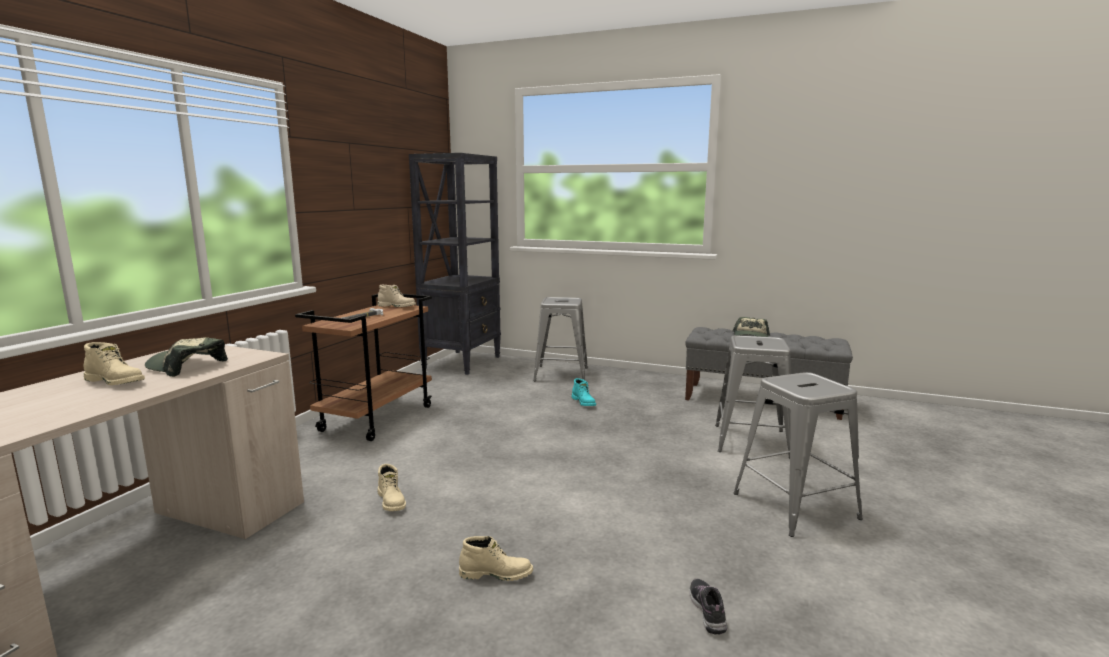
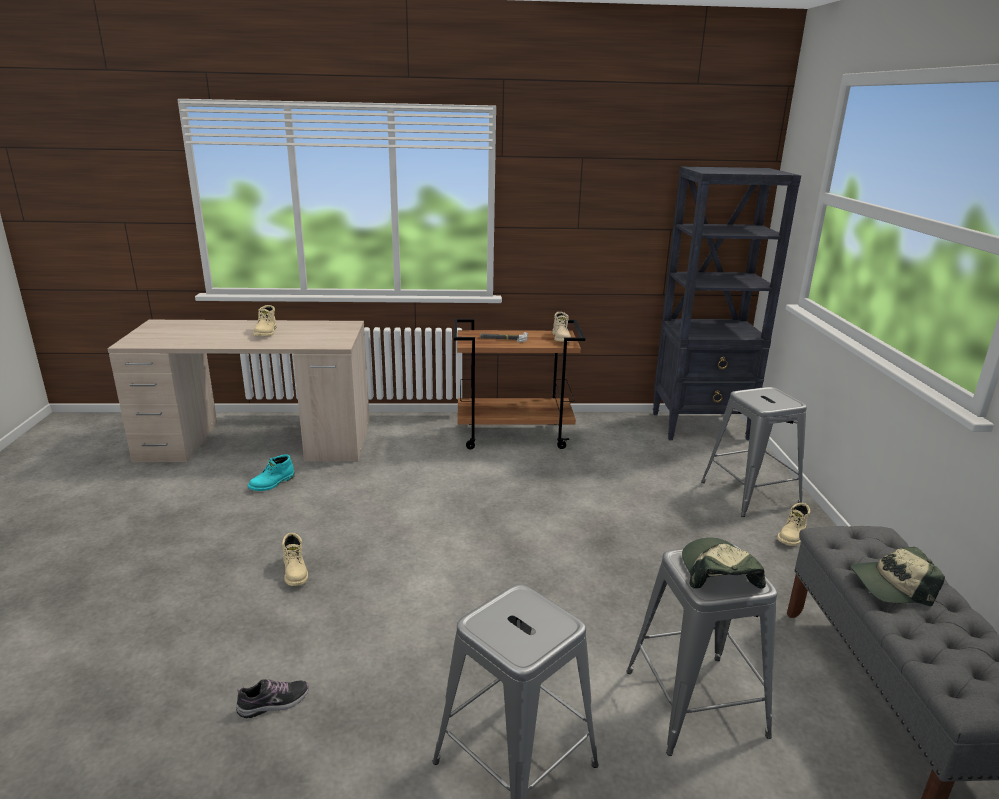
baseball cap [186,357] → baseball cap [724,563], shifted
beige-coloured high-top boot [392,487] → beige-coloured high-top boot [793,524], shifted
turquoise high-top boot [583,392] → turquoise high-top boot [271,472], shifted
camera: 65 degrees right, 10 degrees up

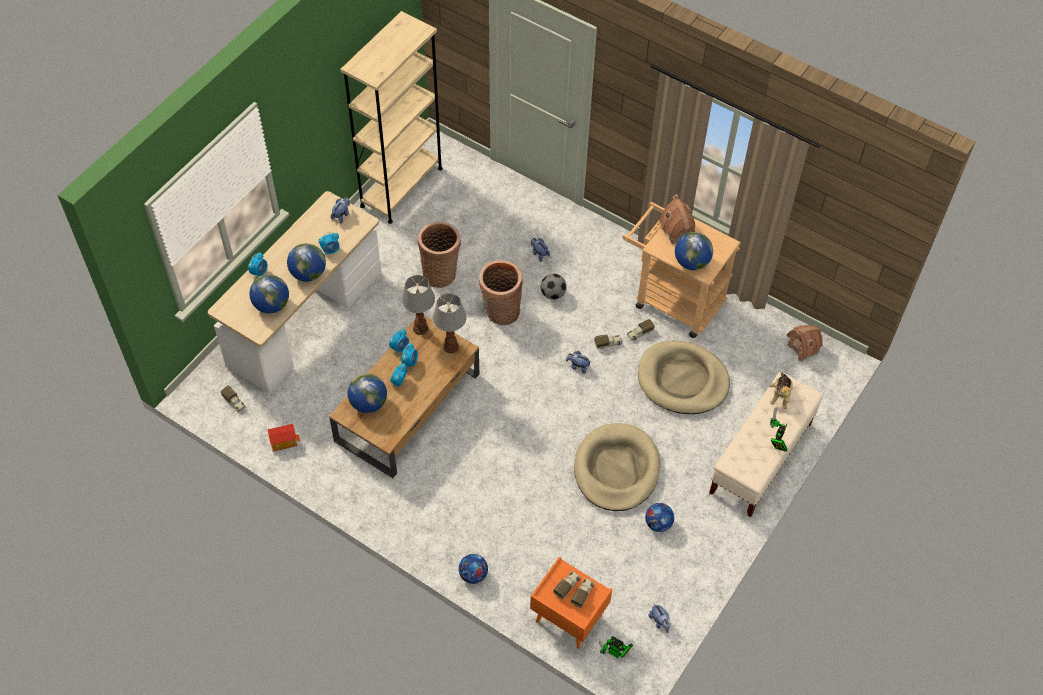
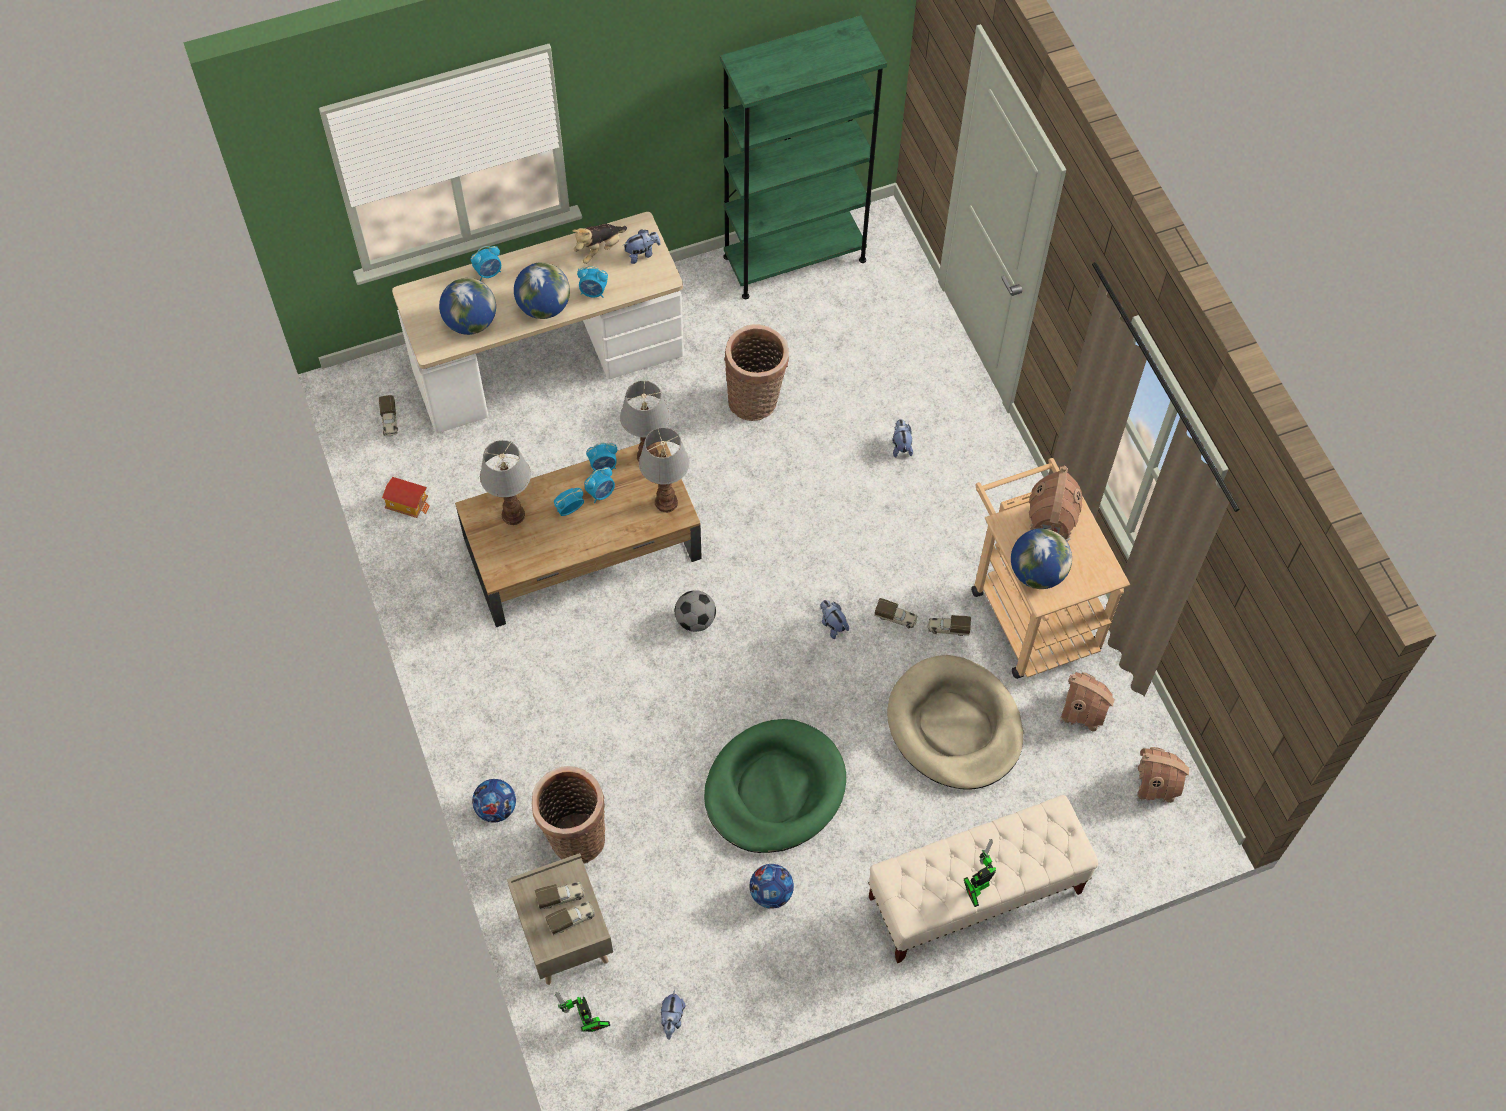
- → model house [1087,701]
basket [501,292] → basket [568,814], shifted
ball for football [554,287] → ball for football [695,611], shifted
cuddly toy [781,390] → cuddly toy [600,244], shifted
globe [367,393] → lamp for a table [505,482]
beige-coloured shelving unit [391,117] → greenish shelving unit [803,157]
orange-coloured night table [571,602] → beige-coloured night table [560,919]
beige-coloured pet bed [617,467] → greenish pet bed [775,786]
camera: 35 degrees right, 5 degrees up

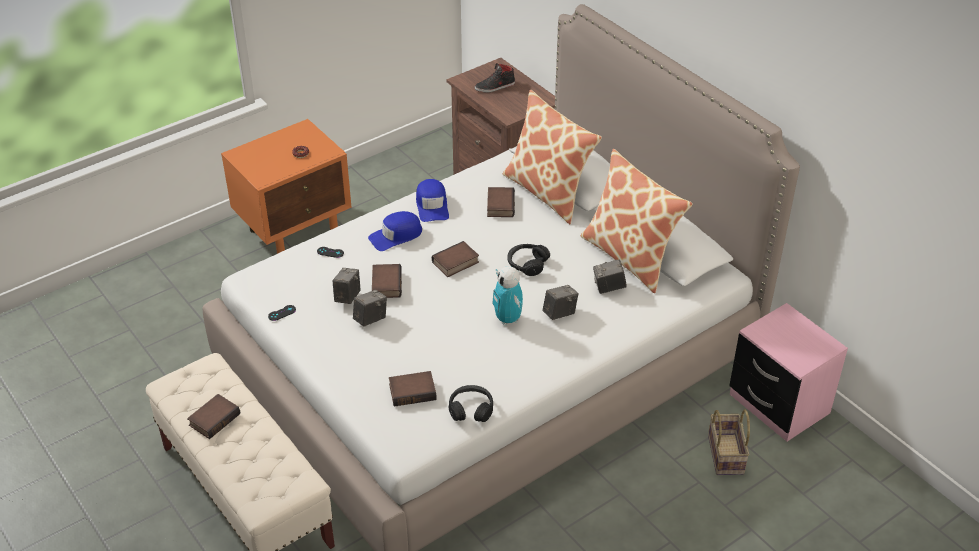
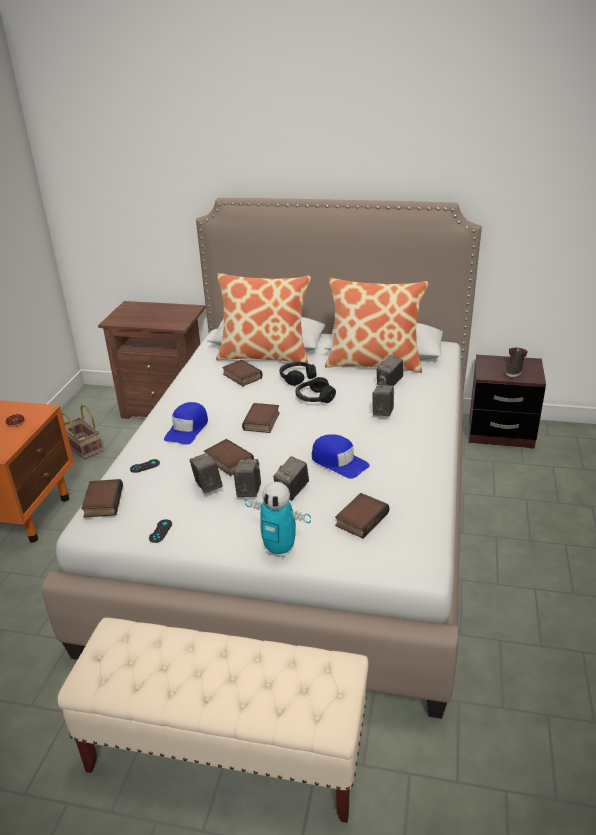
- → still camera [291,478]
bound book [213,416] → bound book [102,498], shifted
bluish baseball cap [432,200] → bluish baseball cap [341,456], shifted
black-coloured headphones [471,403] → black-coloured headphones [298,374], shifted
black-coloured shoe [495,78] → black-coloured shoe [517,362], shifted
toy robot [507,296] → toy robot [278,519], shifted
basket [729,442] → basket [82,432], shifted
pink-coloured night table [788,372] → brown night table [507,401]
camera: 40 degrees left, 10 degrees down

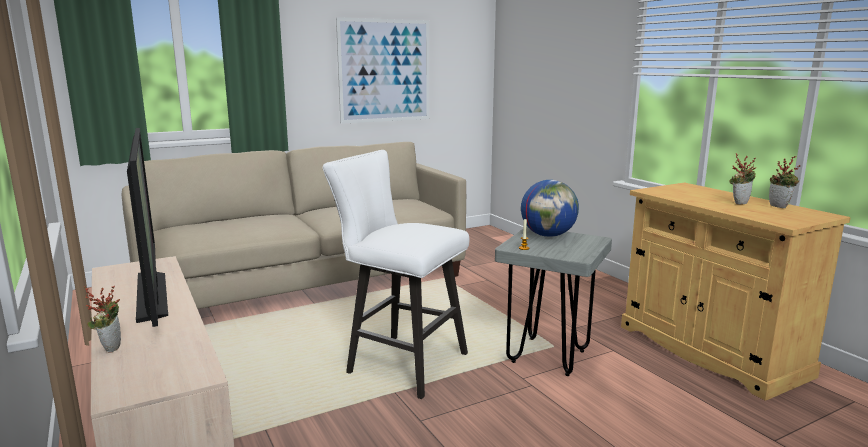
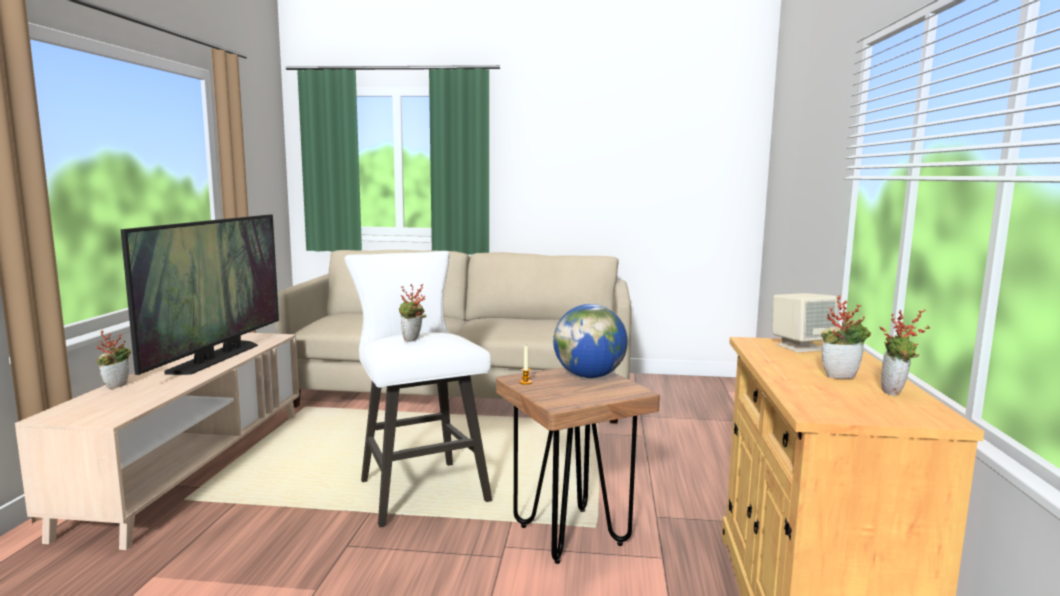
wall picture [382,70] → -
- → houseplant [413,313]
- → beige-coloured speaker [804,323]
greyish stool [553,301] → brown stool [578,465]
camera: 35 degrees right, 5 degrees down

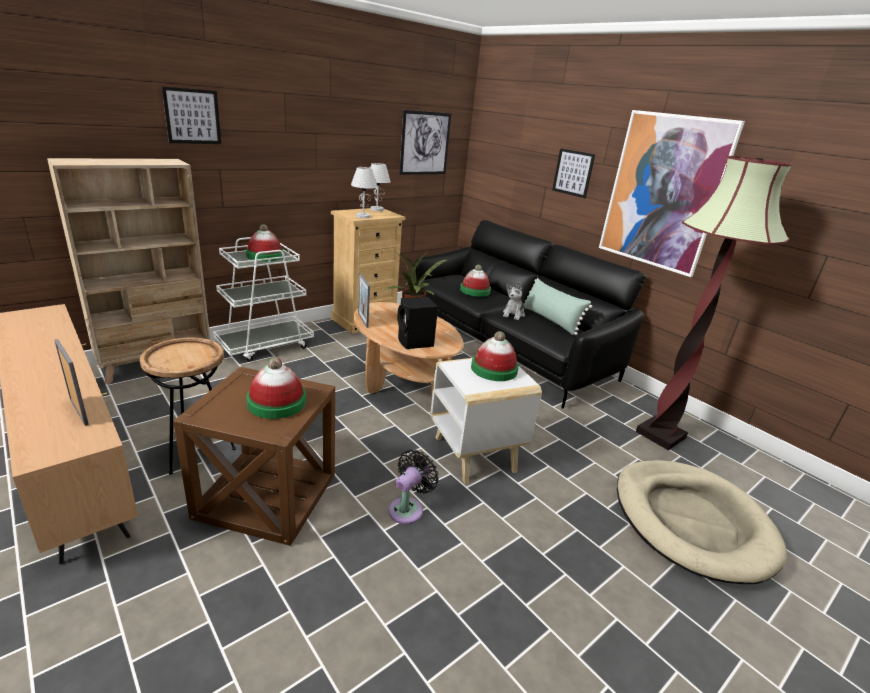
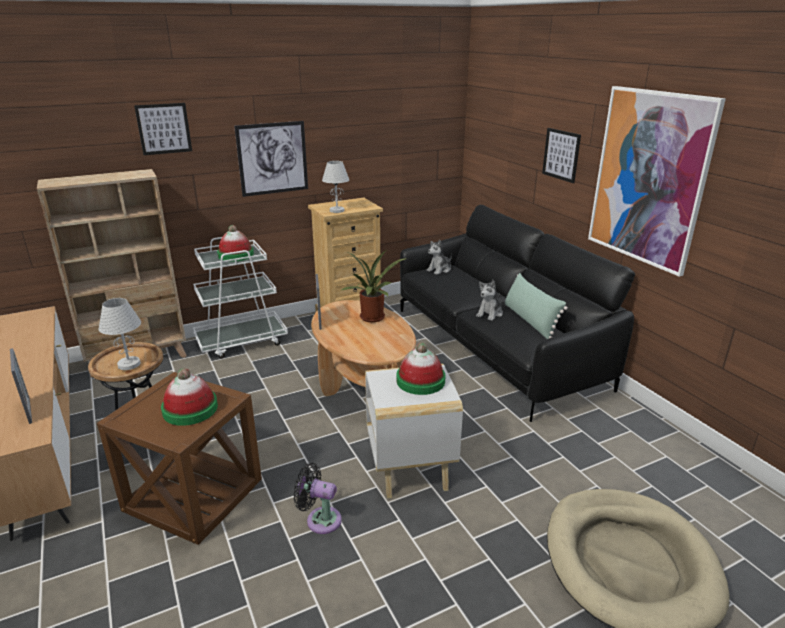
black-coloured speaker [417,323] → -
wearable hat [475,281] → -
standing lamp [714,303] → -
- → cuddly toy [439,257]
whitish lamp for a table [380,187] → whitish lamp for a table [120,334], shifted
wall picture [425,142] → wall picture [271,159], shifted
black-coloured cooling fan [414,487] → black-coloured cooling fan [318,498], 120 degrees counterclockwise
camera: 15 degrees right, 0 degrees up

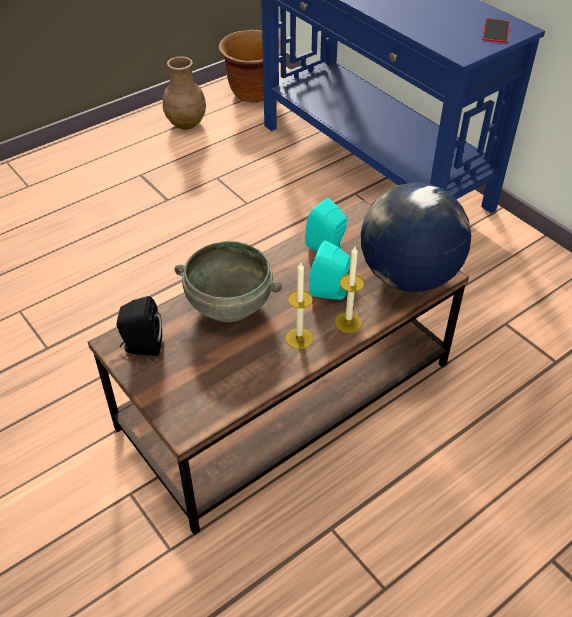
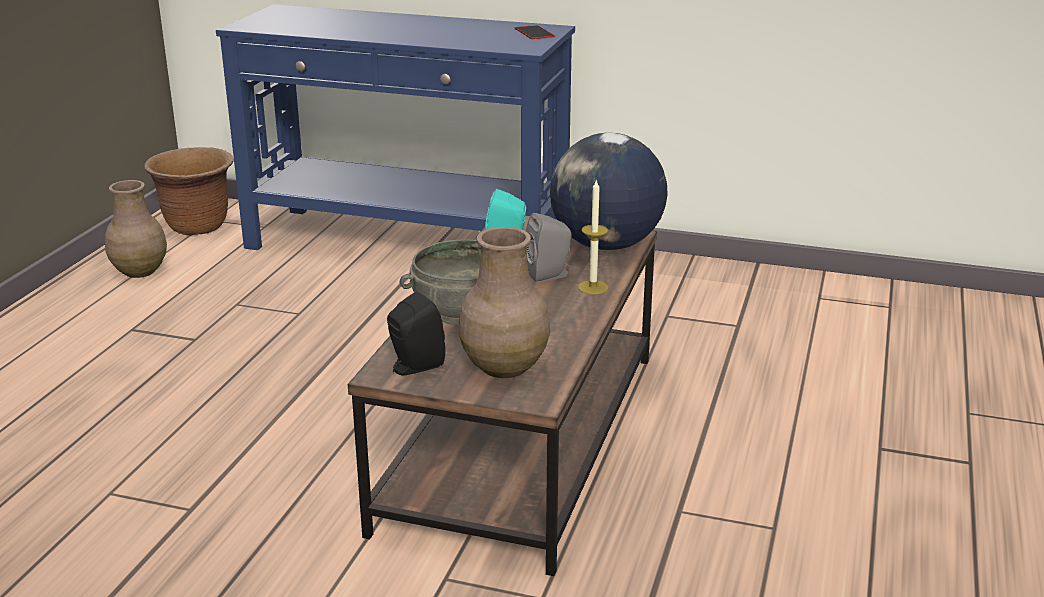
wax light [299,306] → -
- → brown decorative vase [504,302]
turquoise speaker [330,270] → greyish speaker [549,248]
camera: 35 degrees left, 20 degrees down

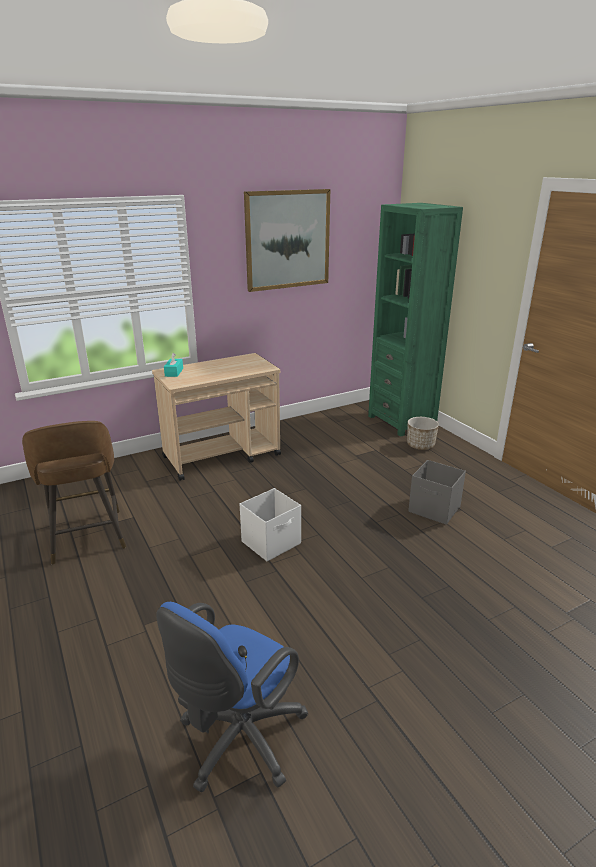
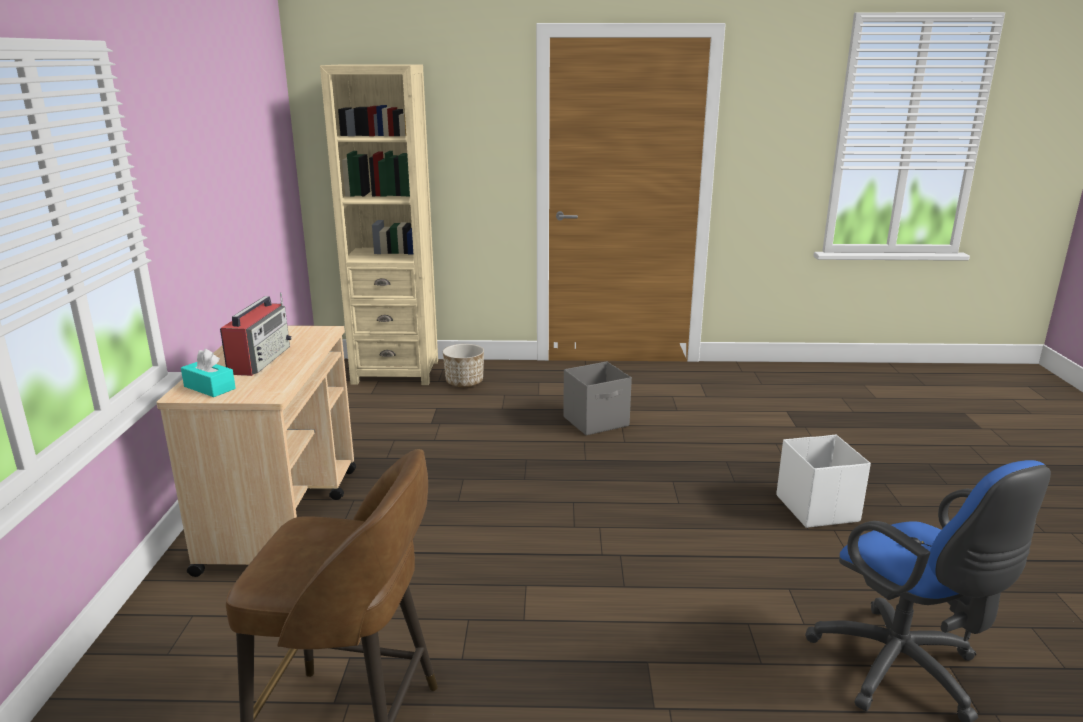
wall picture [287,240] → -
- → radio receiver [256,334]
whitish storage container [270,524] → whitish storage container [823,481], shifted
greenish shelving unit [415,320] → beige-coloured shelving unit [379,225]
camera: 60 degrees left, 5 degrees down

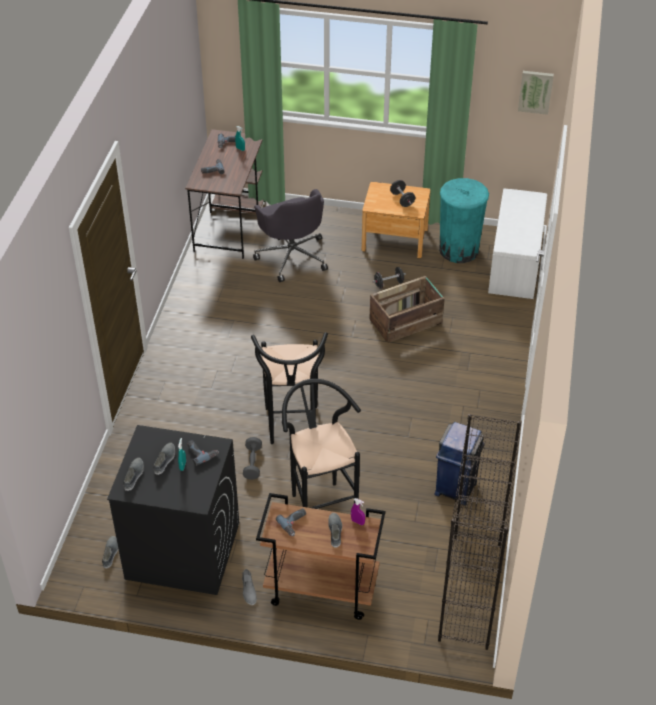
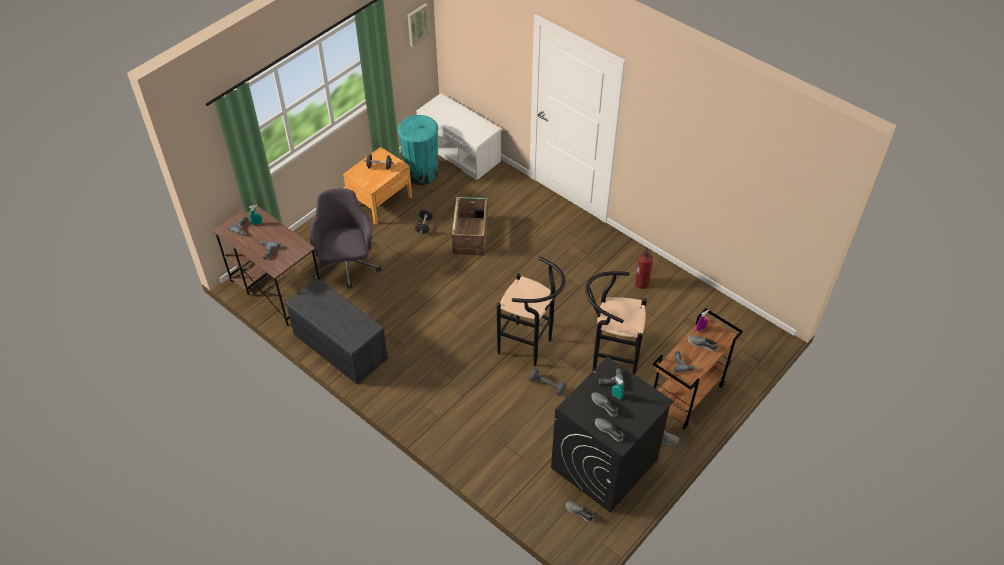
black-coloured shelving unit [479,532] → -
- → greyish long seat [337,331]
bluish rubbish bin [459,464] → fire-fighting cylinder [644,268]
greyish desk chair [290,235] → greyish desk chair [345,238], 105 degrees counterclockwise
camera: 60 degrees left, 5 degrees up

